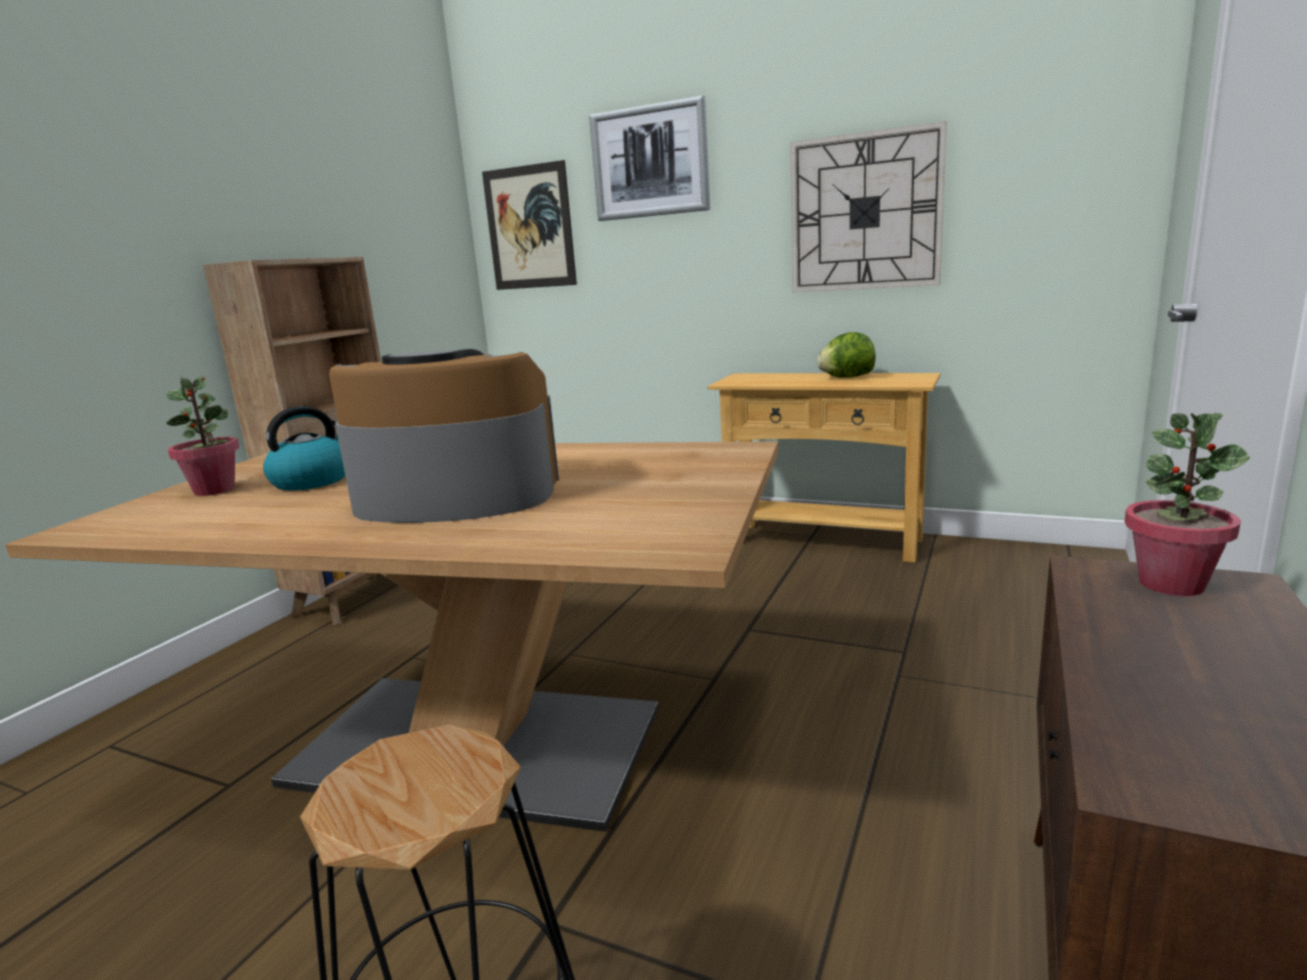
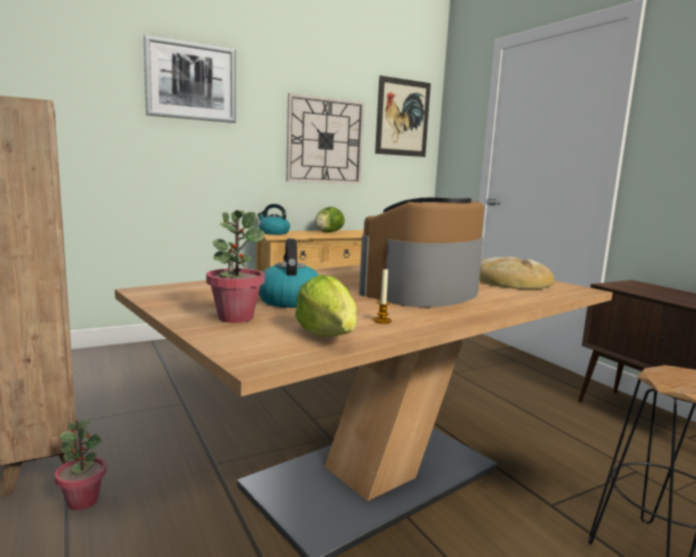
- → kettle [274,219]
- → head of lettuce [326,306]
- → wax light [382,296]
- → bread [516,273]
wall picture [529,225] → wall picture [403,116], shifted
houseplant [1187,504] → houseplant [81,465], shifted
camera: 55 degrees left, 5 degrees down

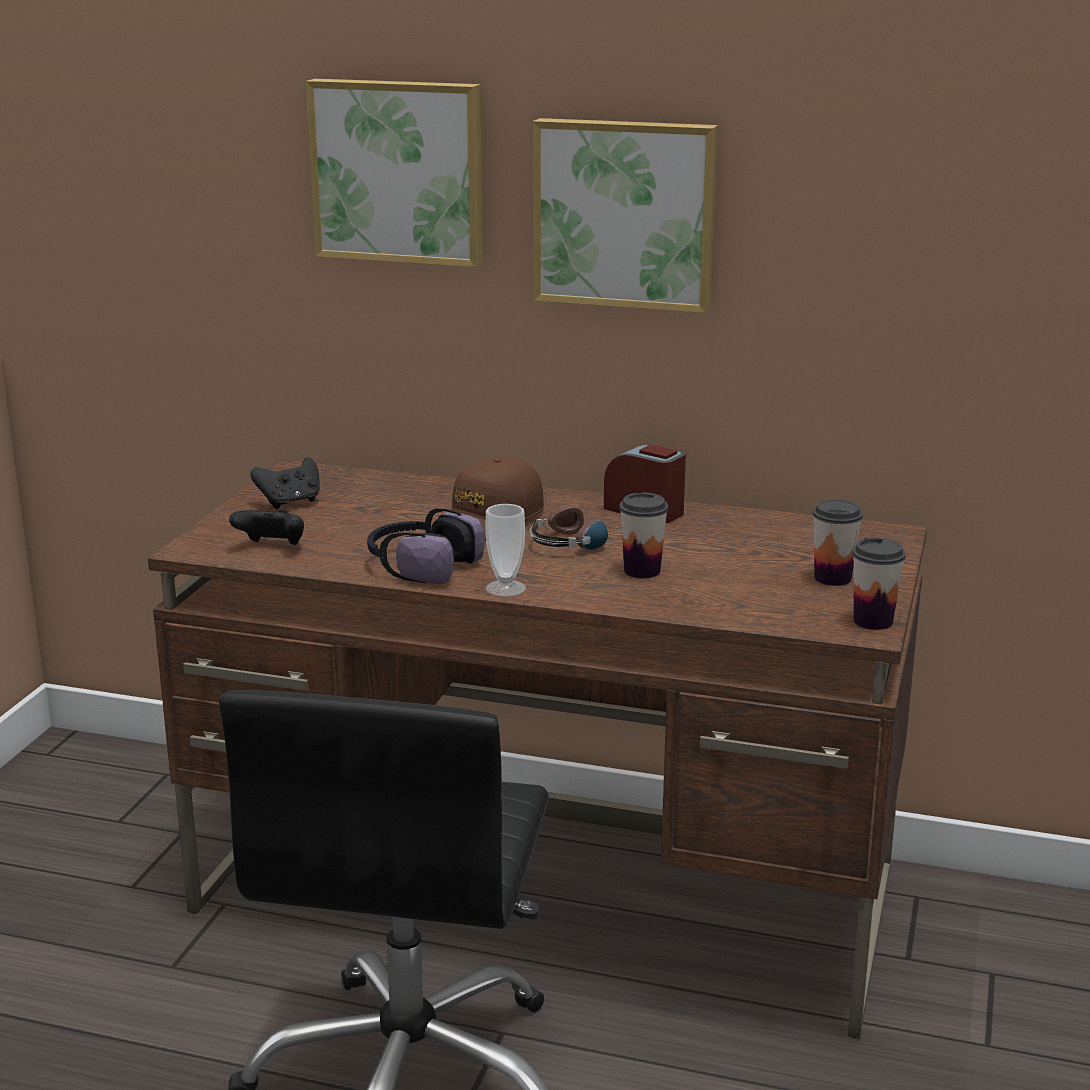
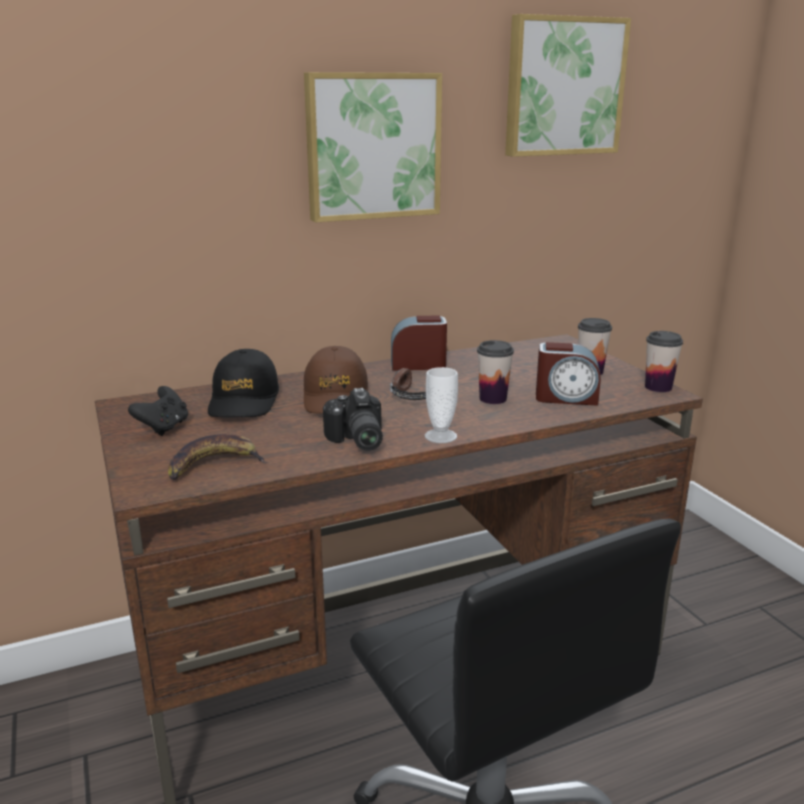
- → black-coloured baseball cap [243,383]
- → table clock [568,374]
wall picture [394,173] → wall picture [568,85], shifted
black-coloured joypad [266,527] → whole banana [218,457]
headphones [426,546] → still camera [353,419]
camera: 40 degrees left, 0 degrees up

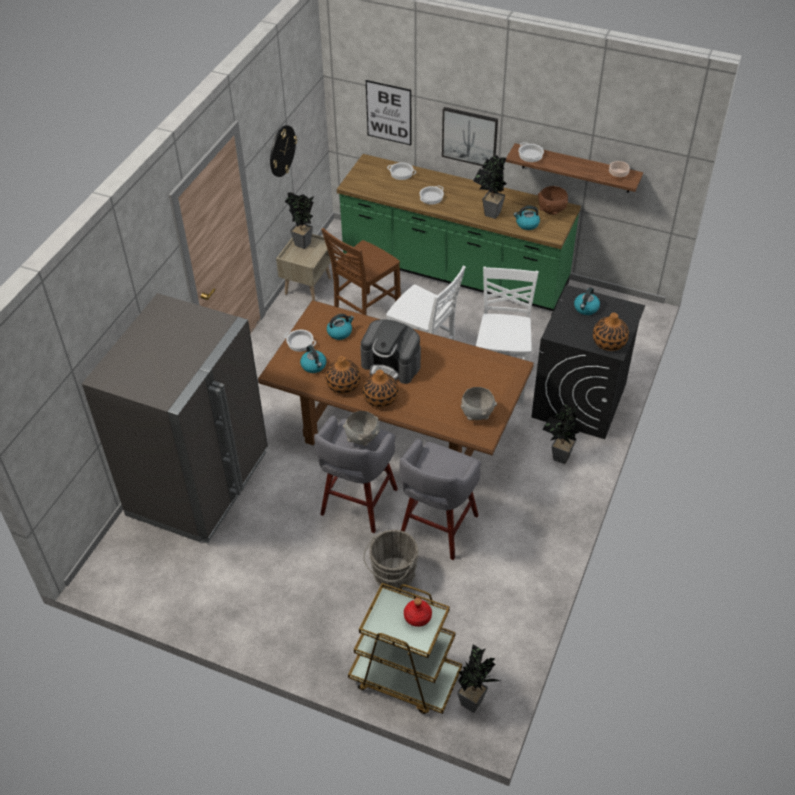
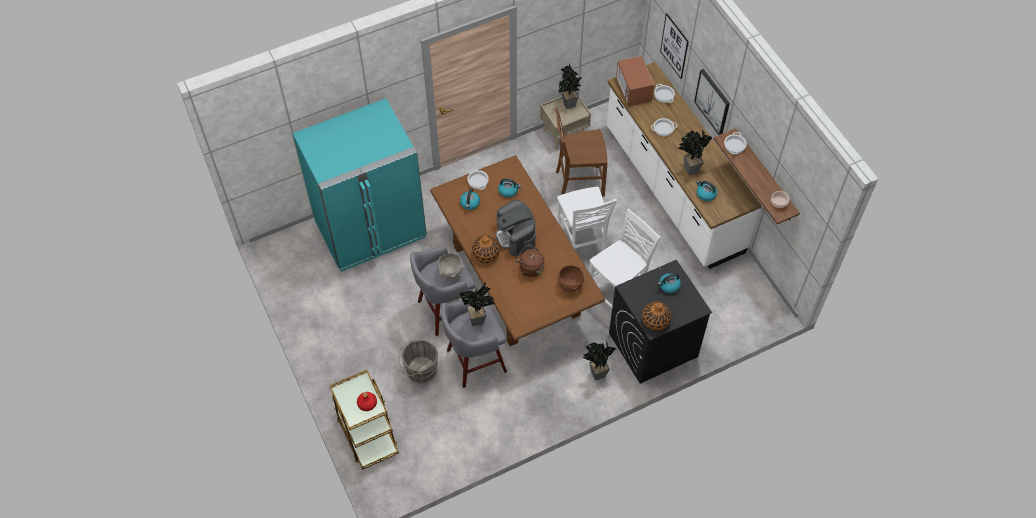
clock on the wall [283,151] → -
decorative vase [343,375] → -
greyish deep dish [479,403] → -
- → brown kettle [529,260]
- → microwave [635,81]
houseplant [478,679] → houseplant [477,304], shifted
brown deep dish [553,200] → brown deep dish [571,278], shifted
greyish fridge [175,418] → turquoise fridge [359,185]
greenish counter [459,232] → whitish counter [684,165]
camera: 40 degrees right, 10 degrees up

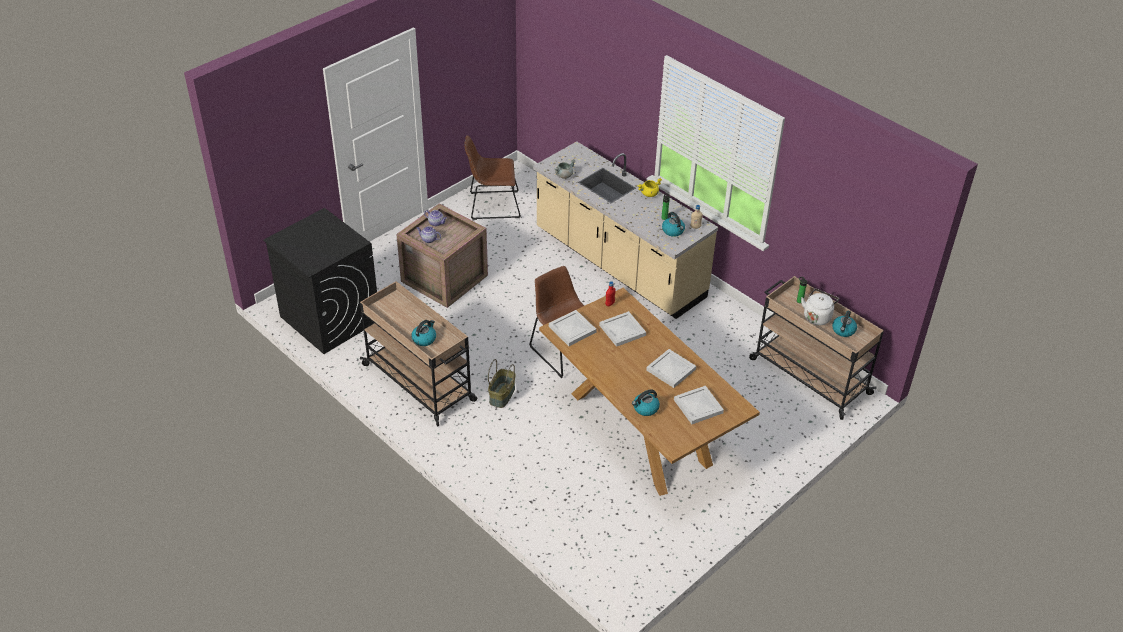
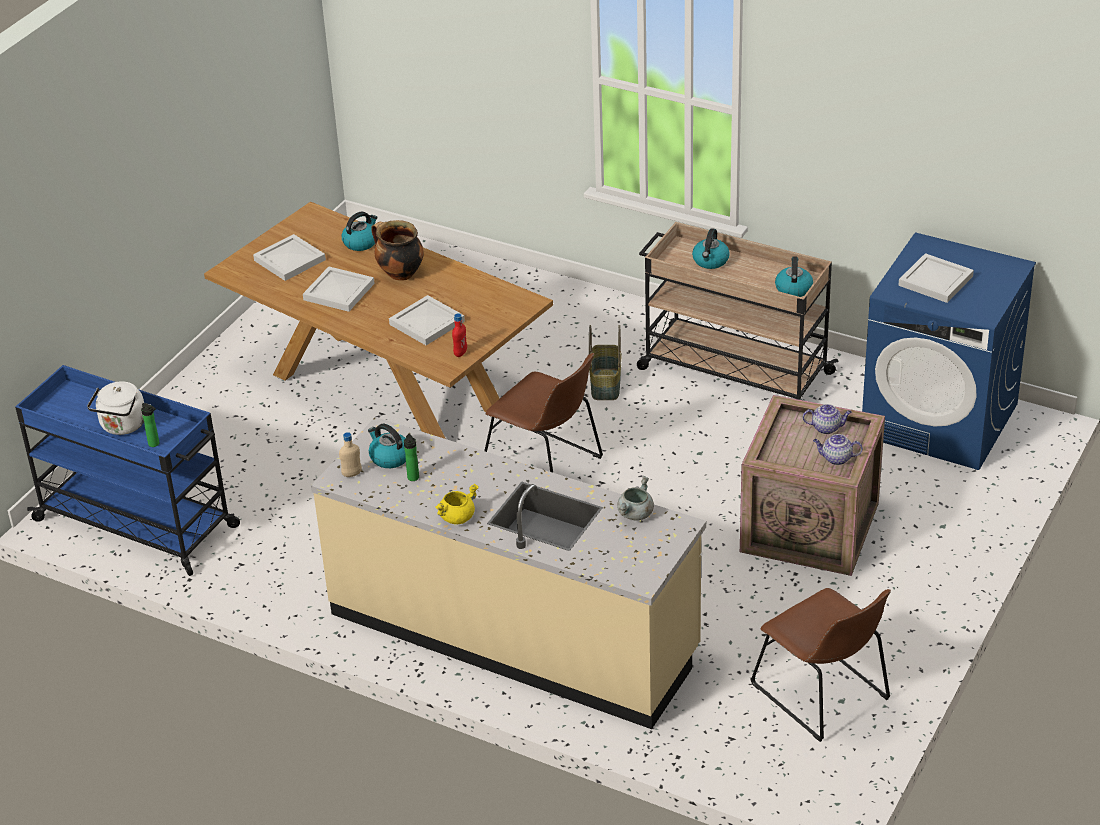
- → cooking pot [397,250]
whitish serving tray [573,328] → whitish serving tray [936,278], shifted
kettle [844,324] → kettle [794,276], shifted
black-coloured laundry appliance [320,281] → bluish laundry appliance [949,351]
beige-coloured wheeled cart [816,348] → bluish wheeled cart [127,470]
brown upright chair [492,177] → brown upright chair [820,665], 75 degrees clockwise
camera: 165 degrees right, 5 degrees down

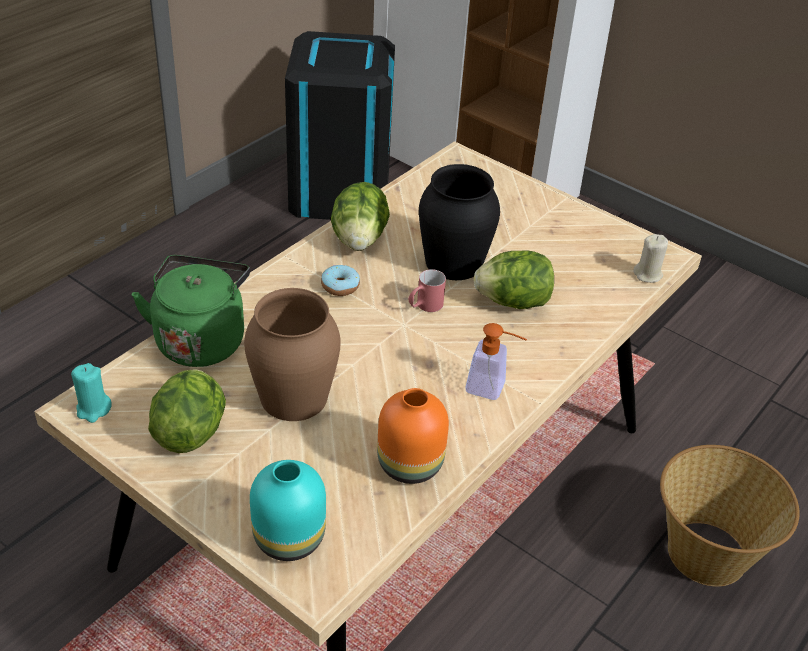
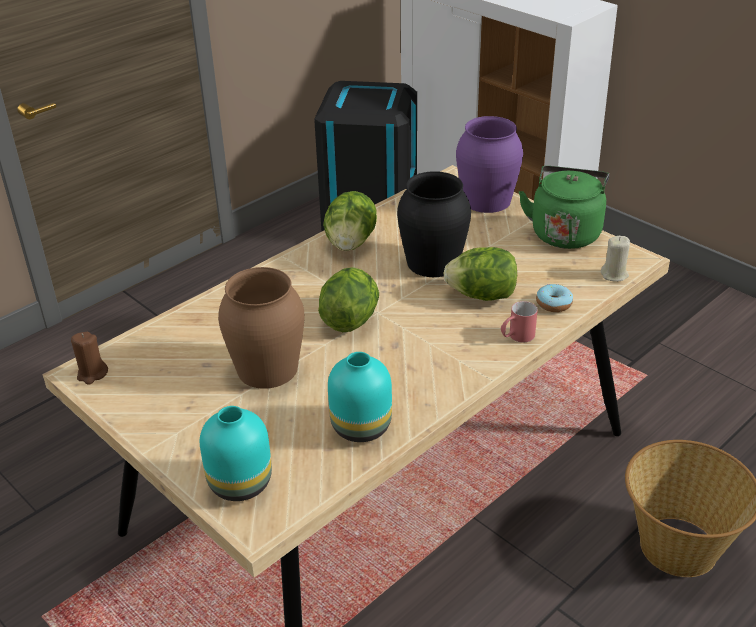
soap dispenser [496,361] → -
- → purplish decorative vase [489,164]
greenish kettle [191,311] → greenish kettle [564,207], shifted
head of lettuce [187,411] → head of lettuce [348,299], shifted
donut [340,280] → donut [554,298], shifted
red coffee mug [427,290] → red coffee mug [519,322], shifted
turquoise wax light [91,393] → brown wax light [89,358]
orange-coloured decorative vase [413,436] → turquoise decorative vase [360,397]
camera: 10 degrees right, 5 degrees down

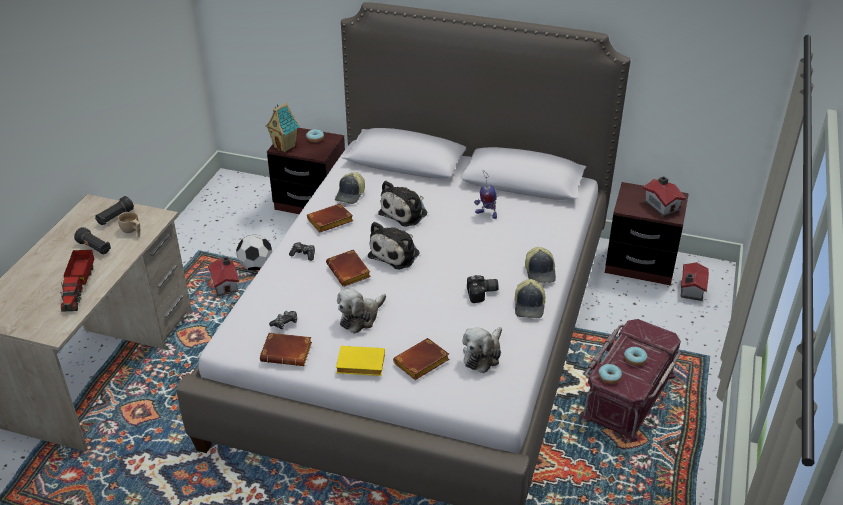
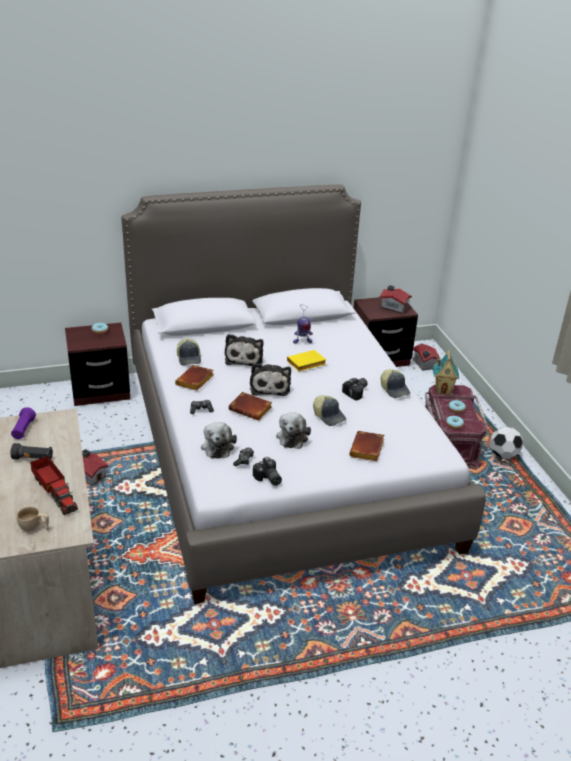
beige-coloured cup [129,224] → beige-coloured cup [33,519], shifted
ball for football [254,252] → ball for football [507,443], shifted
model house [282,127] → model house [446,372], shifted
yellow-coloured bound book [360,361] → yellow-coloured bound book [306,360], shifted
cuddly toy [482,350] → cuddly toy [219,440], shifted
baseball cap [540,265] → baseball cap [329,410], shifted
brown bound book [286,349] → still camera [267,471]
black-coloured torch [114,210] → purplish torch [23,423]
camera: 35 degrees left, 5 degrees down

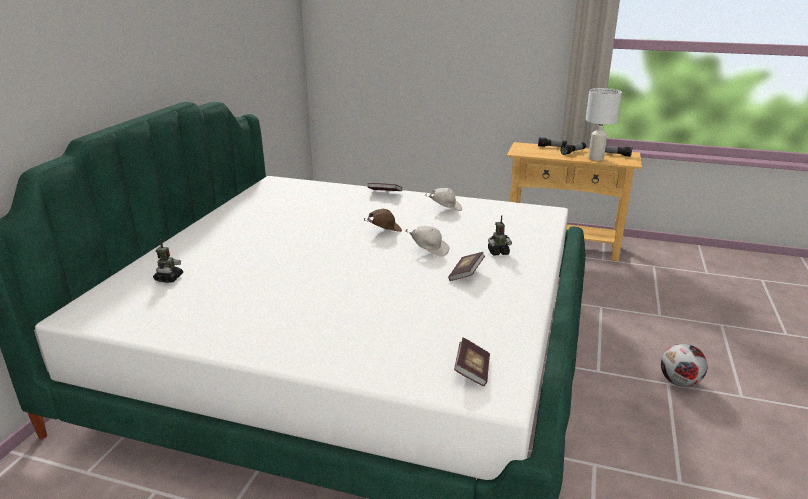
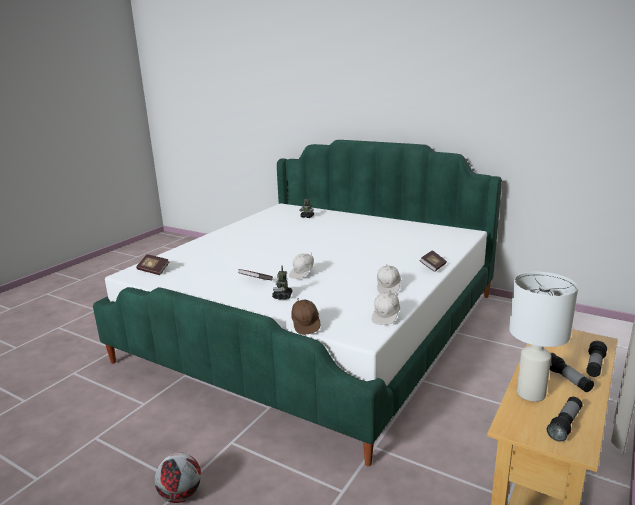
- → whitish baseball cap [386,308]
brown baseball cap [383,220] → brown baseball cap [306,316], shifted
camera: 105 degrees right, 5 degrees down

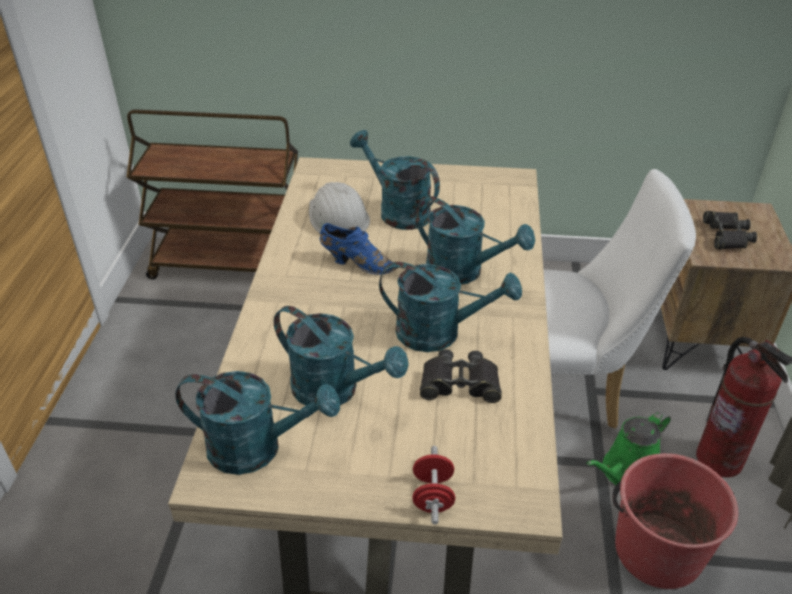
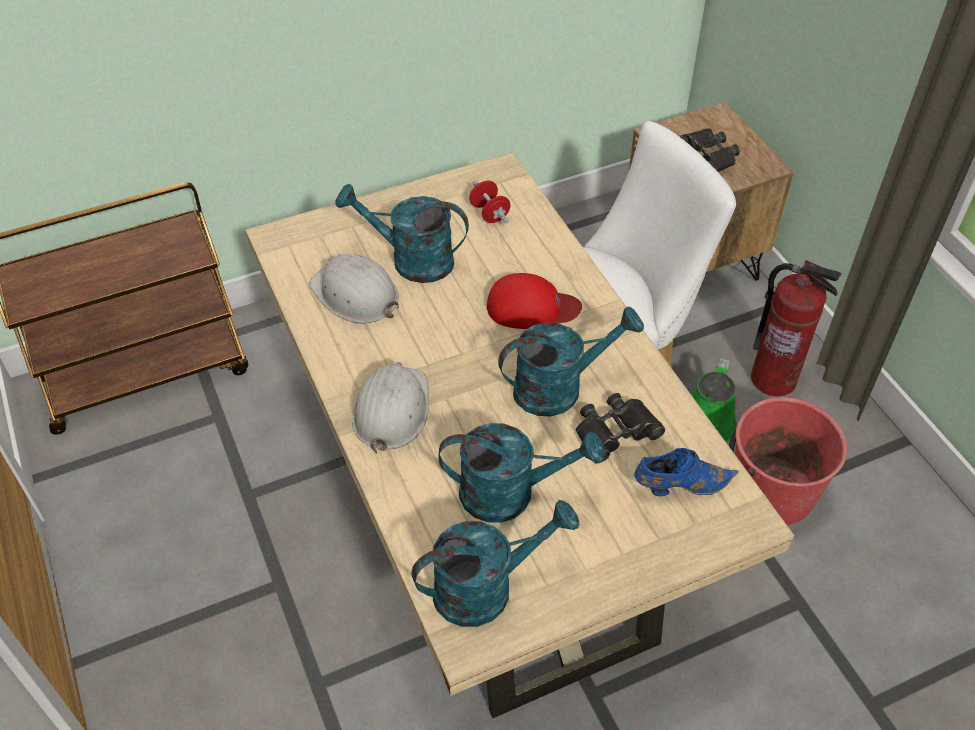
- → whitish work helmet [390,408]
bluish shoe [358,249] → bluish shoe [686,472], shifted
red dumbbell [433,485] → red dumbbell [490,202], shifted
turquoise watering pot [475,240] → red baseball cap [534,301]
camera: 30 degrees left, 10 degrees up

